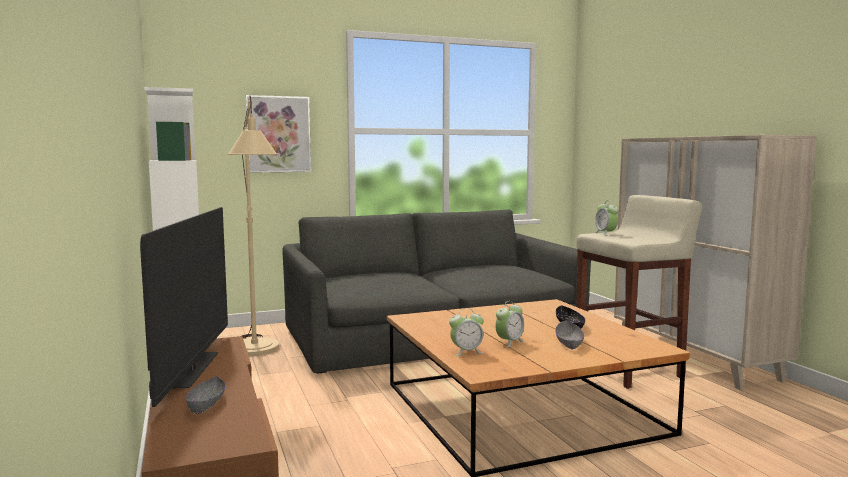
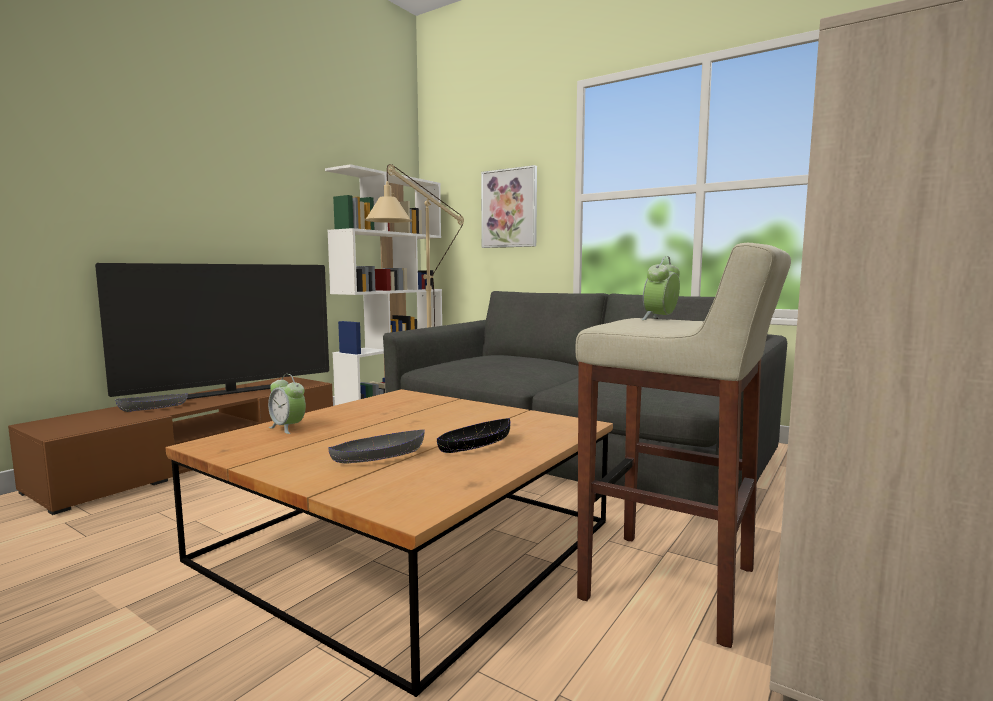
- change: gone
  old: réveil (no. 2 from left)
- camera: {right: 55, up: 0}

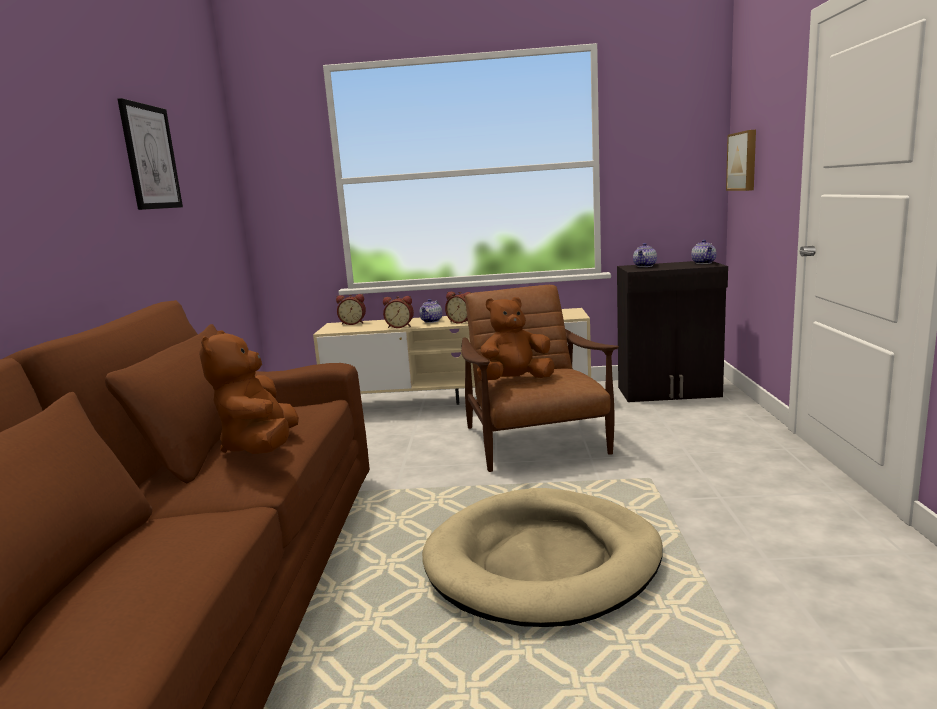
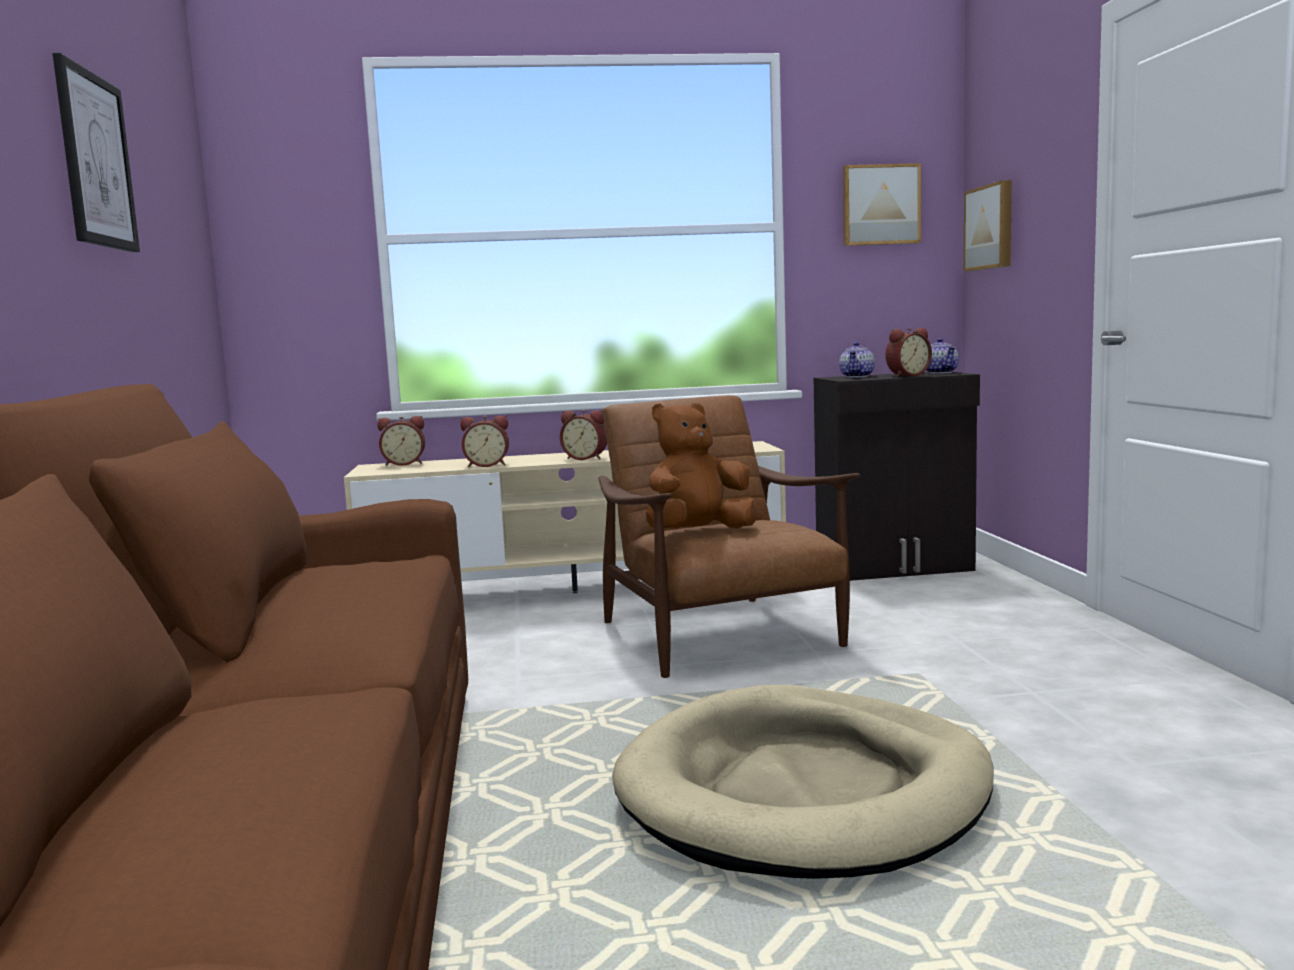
- change: new
  new: tableau (no. 2 from left)
- change: new
  new: réveil (no. 4 from left)
- change: gone
  old: peluche (marron) (no. 1 from left)
- change: gone
  old: théière (no. 1 from left)
- camera: {right: -10, up: -5}

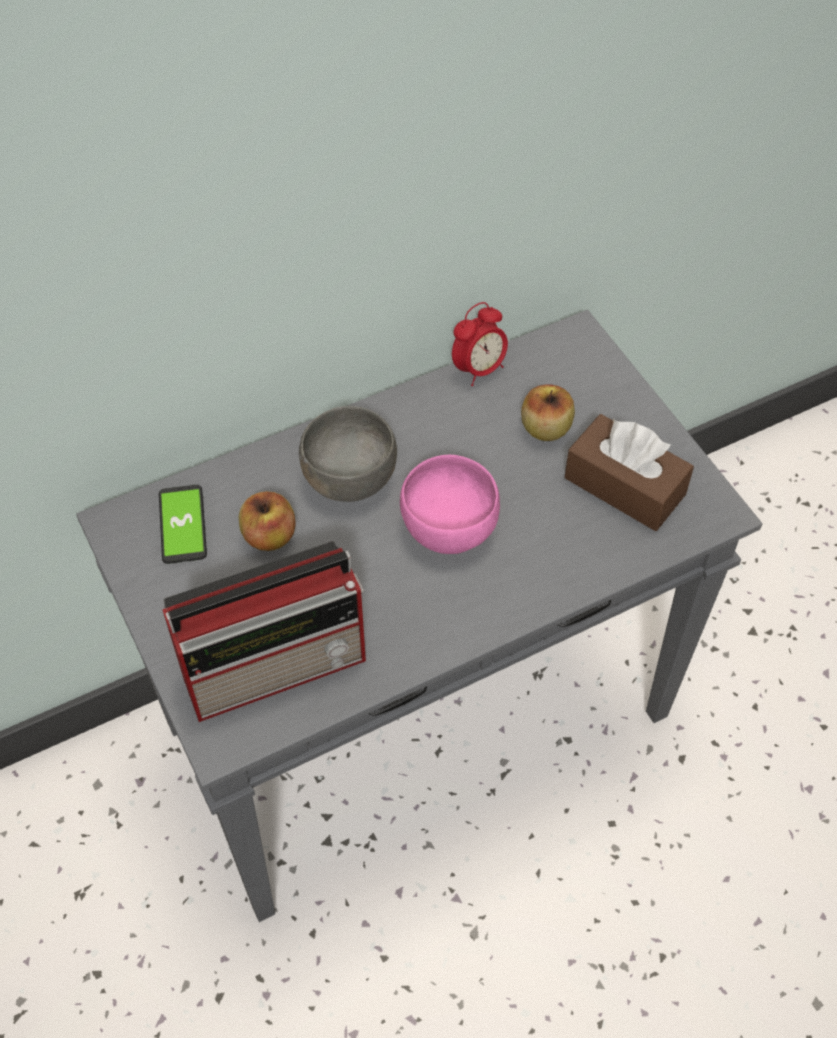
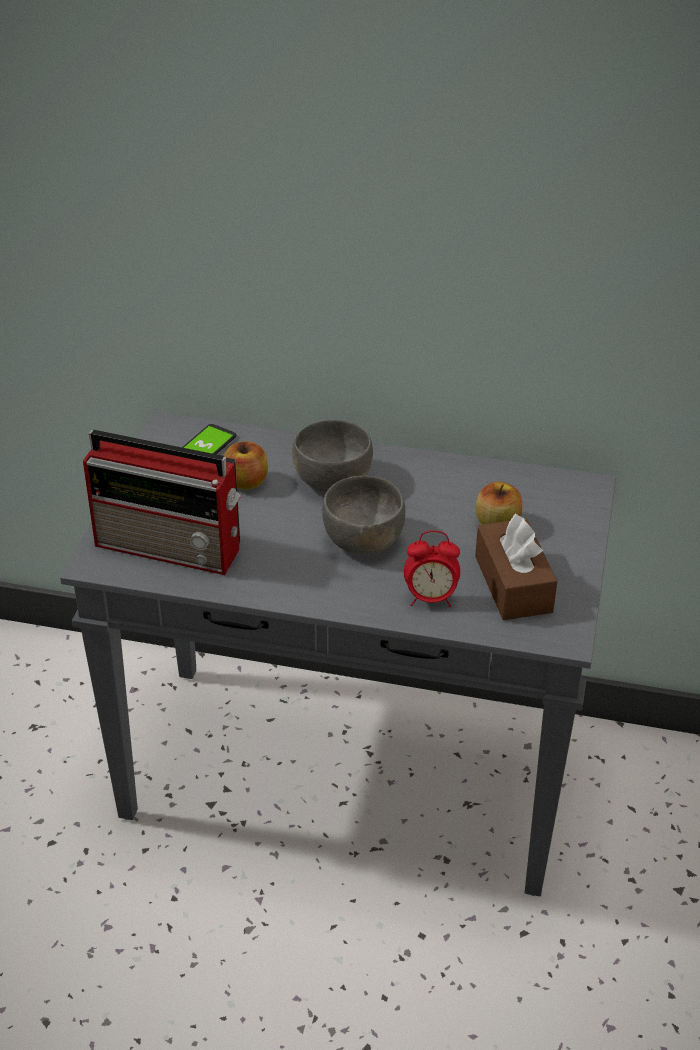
- change: repainted
  old: bol (rose)
  new: bol (gris) (no. 2 from left)
- change: shifted
  old: réveil
- camera: {right: 40, up: -15}

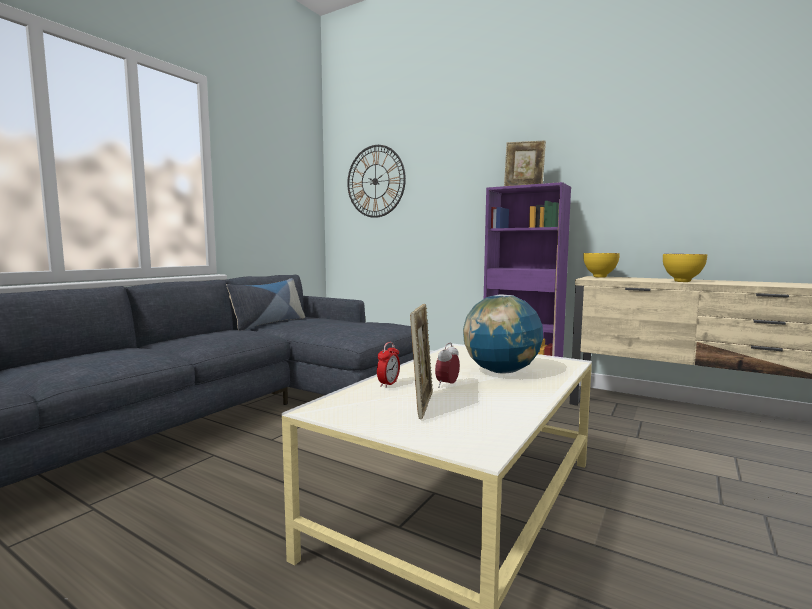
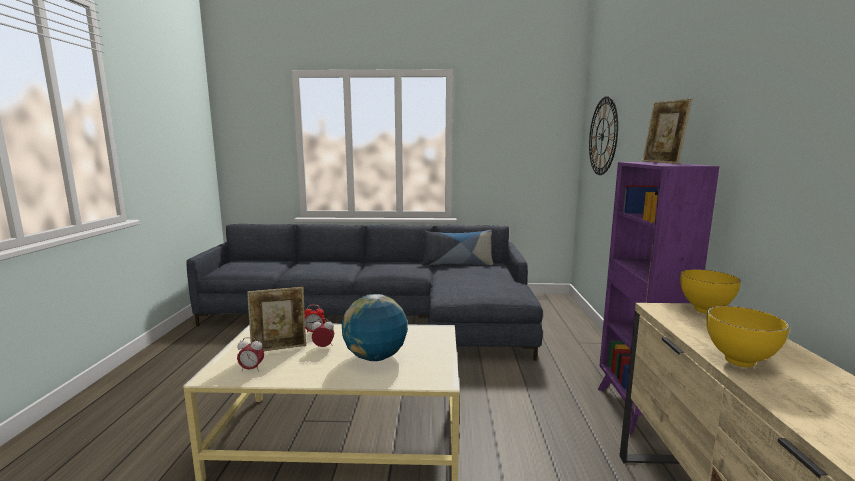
- change: new
  new: réveil (no. 1 from left)
- camera: {right: 60, up: 5}

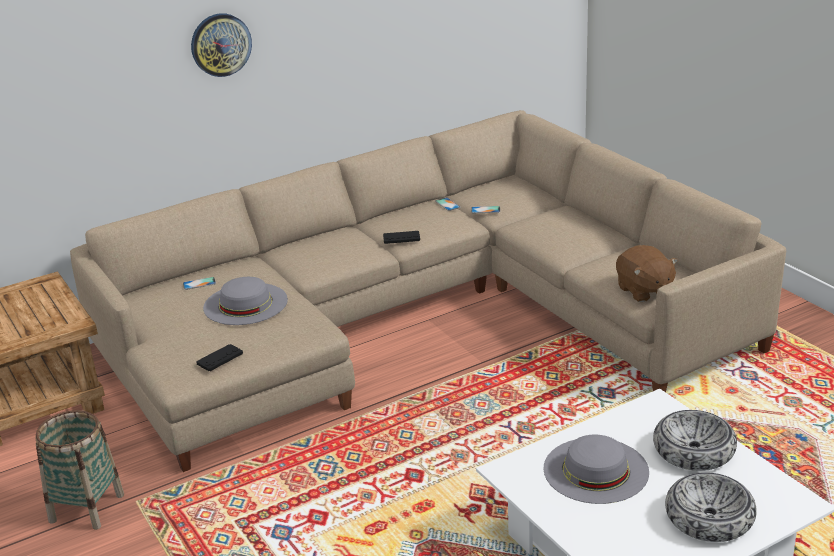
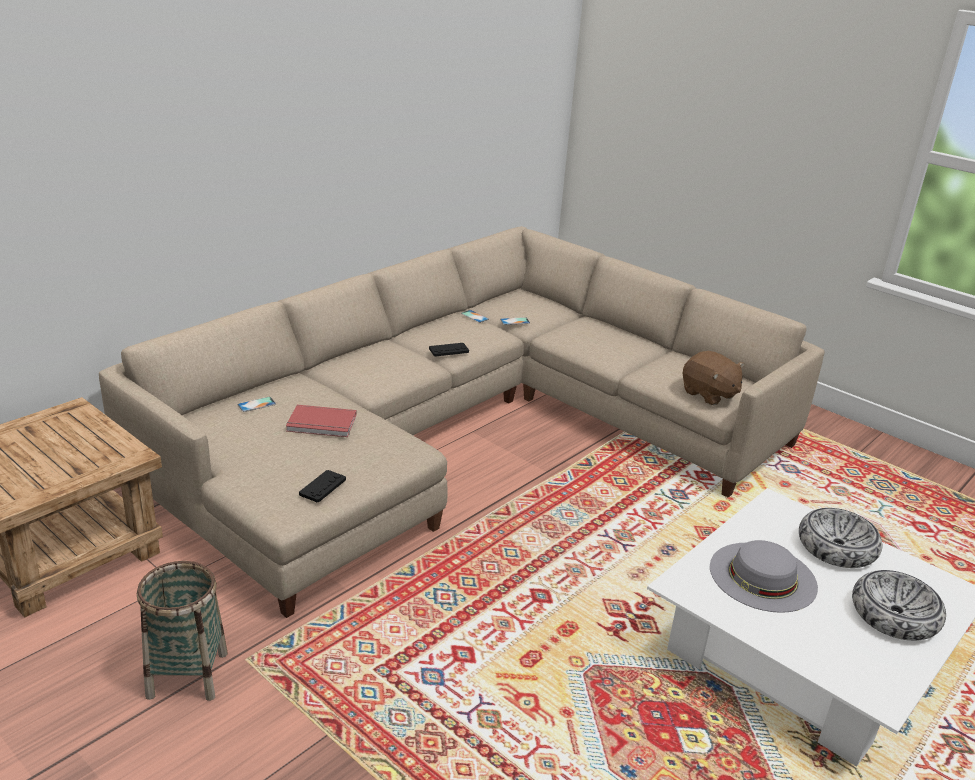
- change: swapped
  old: chapeau (gris) (no. 1 from left)
  new: livre (rouge)
- change: gone
  old: horloge murale
- camera: {right: -20, up: 0}

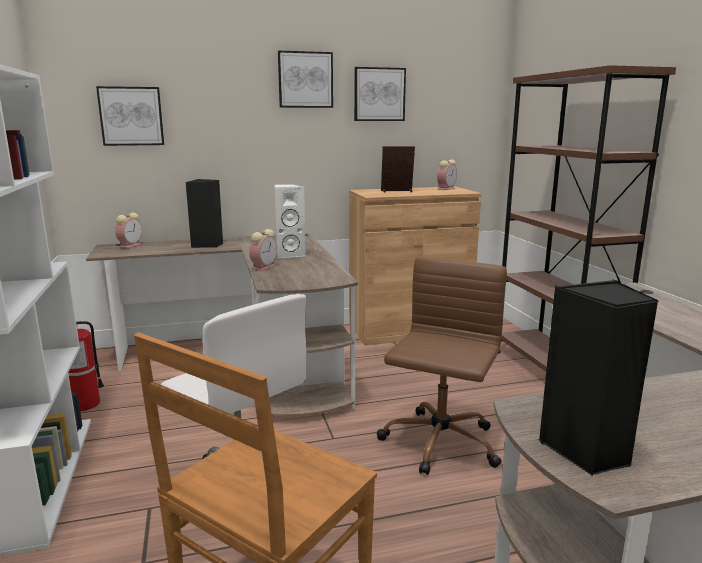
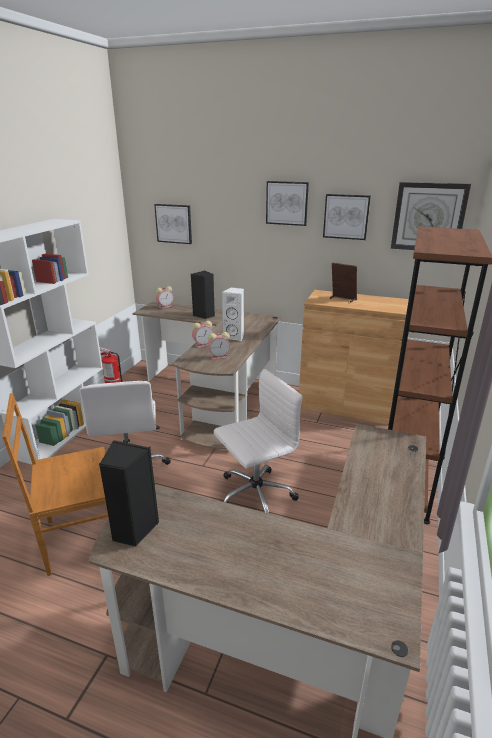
- change: shifted
  old: réveil (no. 3 from left)
- change: repainted
  old: chaise de bureau (marron)
  new: chaise de bureau (blanc) (no. 2 from left)
- change: new
  new: horloge murale
- camera: {right: 35, up: 10}

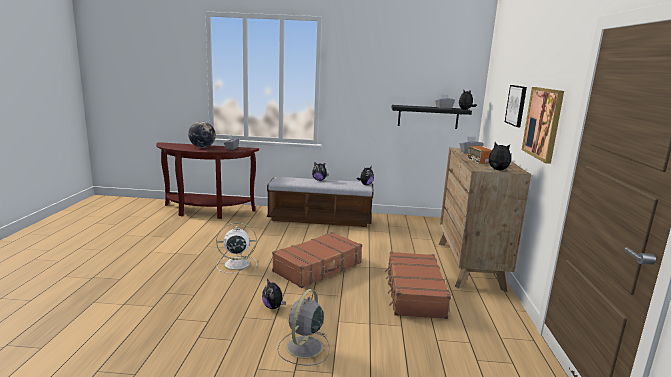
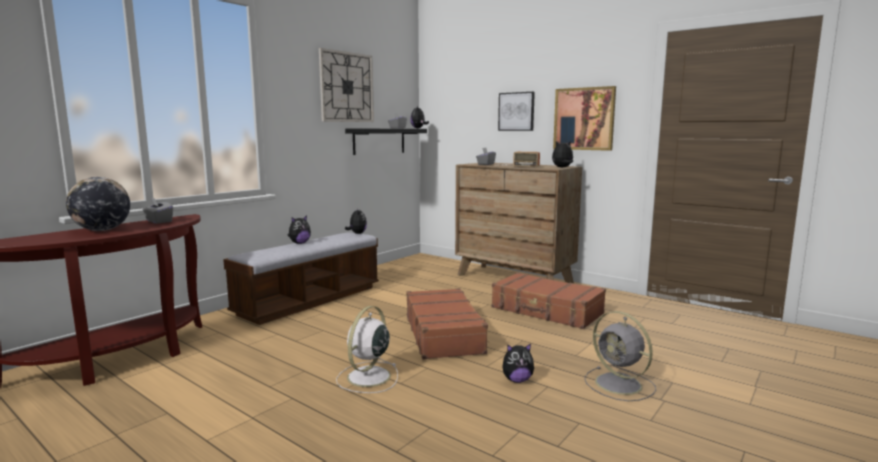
- change: new
  new: horloge murale
- camera: {right: -55, up: -5}

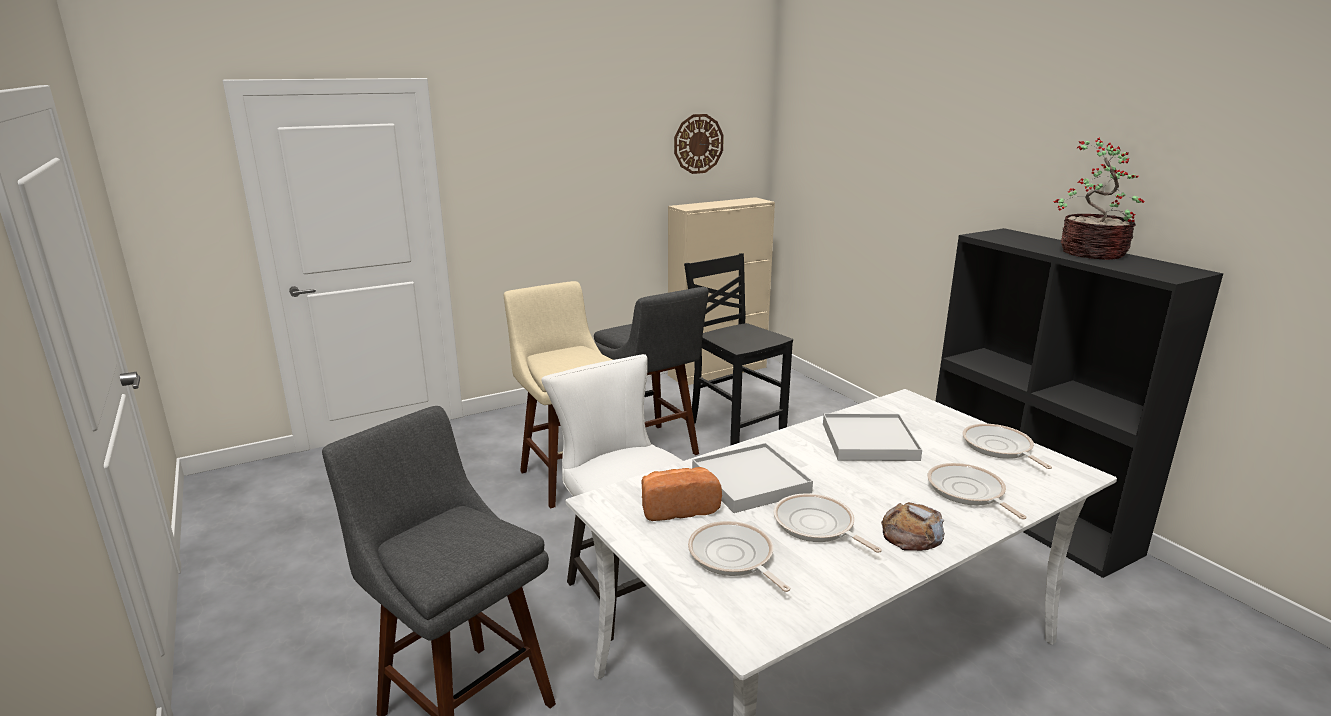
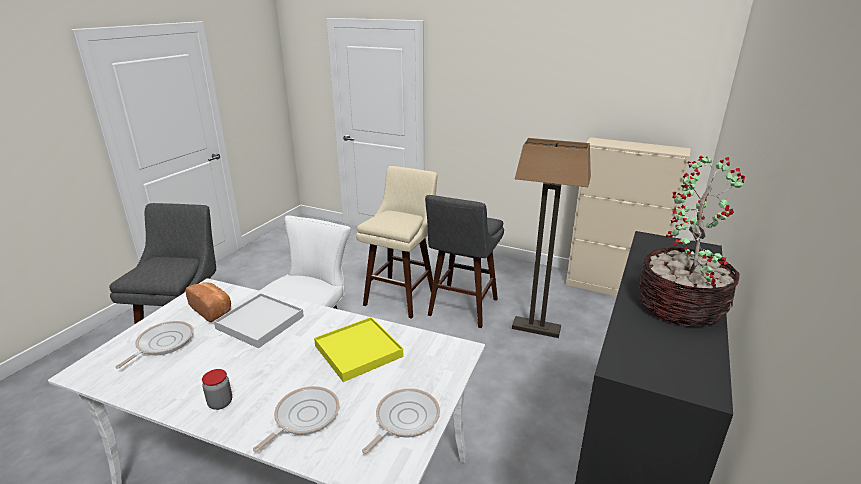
- change: swapped
  old: pain (no. 2 from left)
  new: bocal
- change: repainted
  old: plateau (blanc) (no. 2 from left)
  new: plateau (jaune)
- change: swapped
  old: chaise (noir)
  new: lampadaire
- change: gone
  old: horloge murale
- change: gone
  old: poêle (no. 2 from left)
- camera: {right: 55, up: 5}

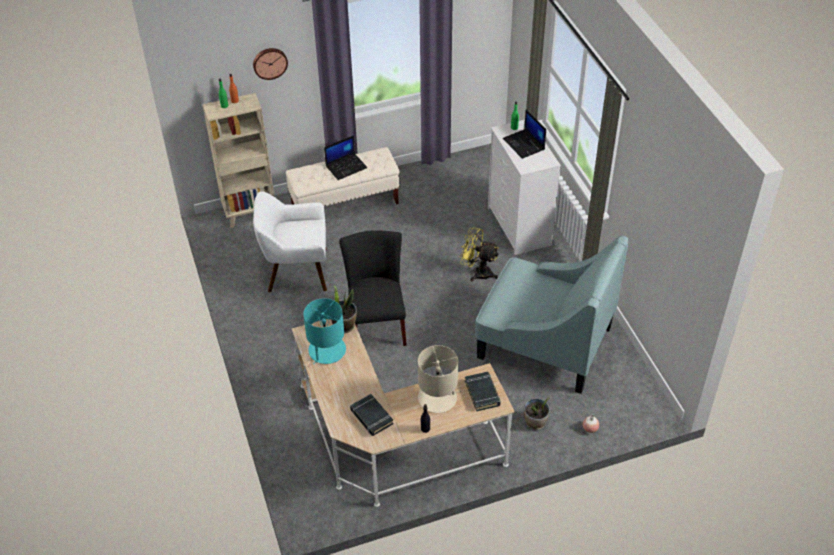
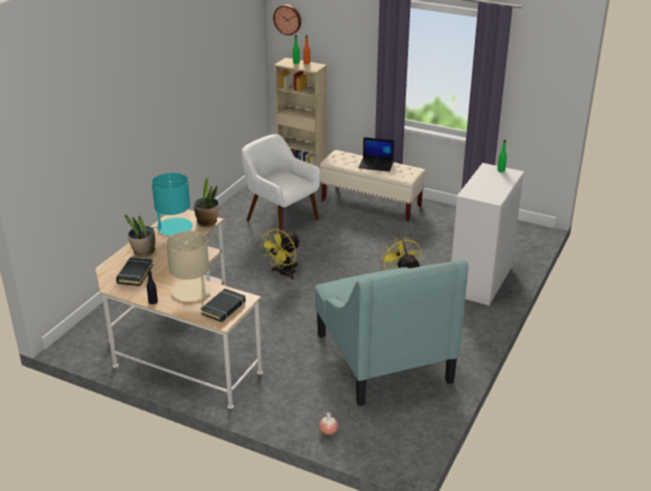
- change: shifted
  old: plante en pot (no. 2 from left in the first image)
  new: plante en pot (no. 1 from left)
- change: swapped
  old: chaise (noir)
  new: ventilateur (jaune) (no. 1 from left)
- change: shifted
  old: horloge murale
- change: gone
  old: ordinateur portable (no. 2 from left)
- camera: {right: 45, up: -15}

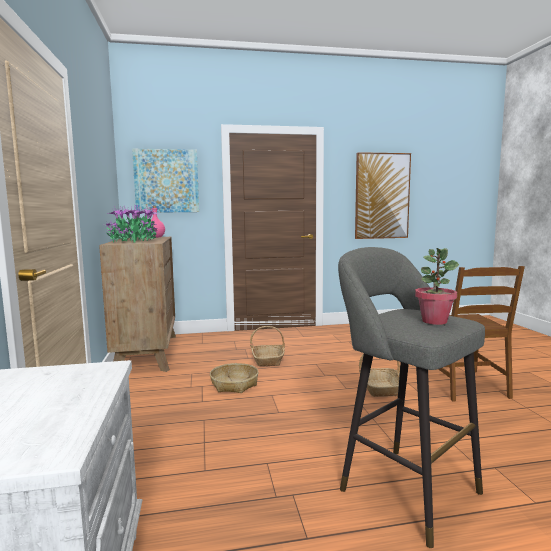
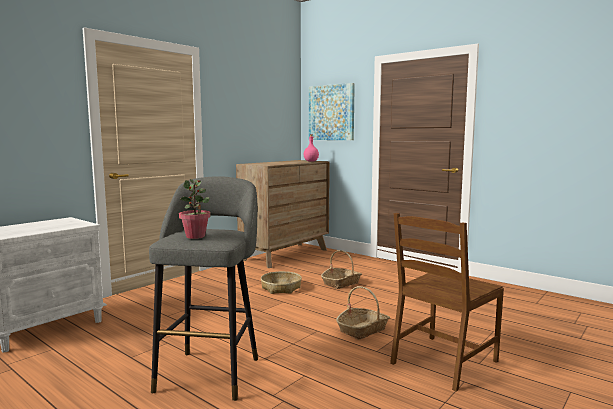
- change: gone
  old: plante en pot (no. 1 from left)
- change: gone
  old: tableau (no. 2 from left)
- camera: {right: 50, up: 0}

